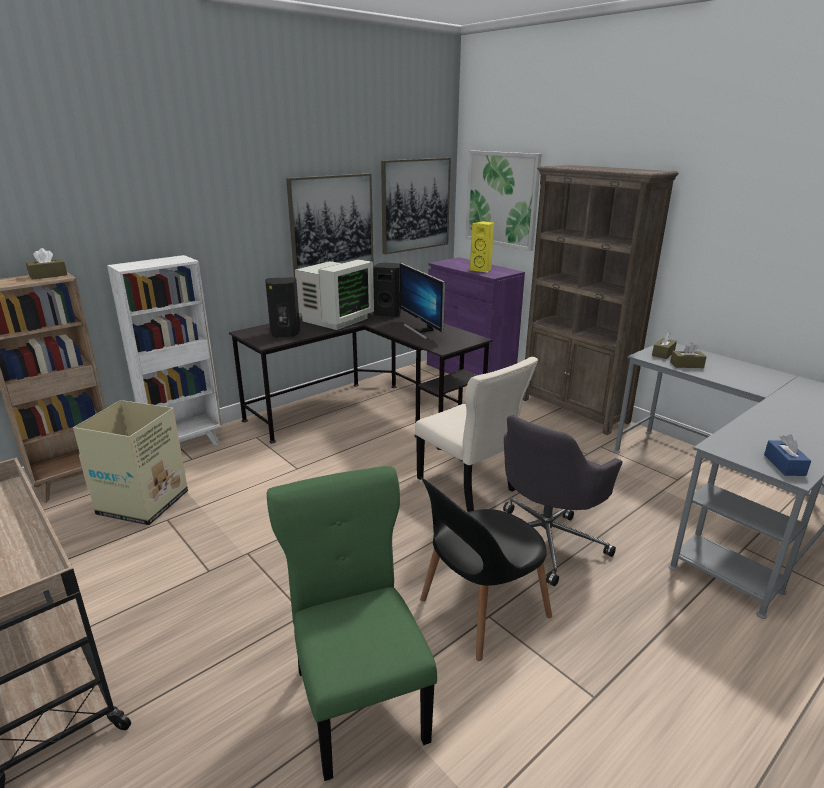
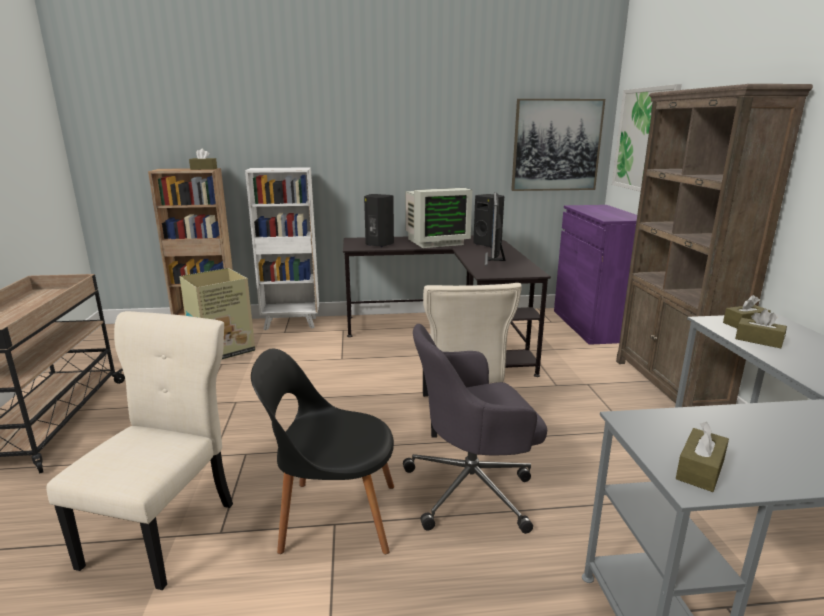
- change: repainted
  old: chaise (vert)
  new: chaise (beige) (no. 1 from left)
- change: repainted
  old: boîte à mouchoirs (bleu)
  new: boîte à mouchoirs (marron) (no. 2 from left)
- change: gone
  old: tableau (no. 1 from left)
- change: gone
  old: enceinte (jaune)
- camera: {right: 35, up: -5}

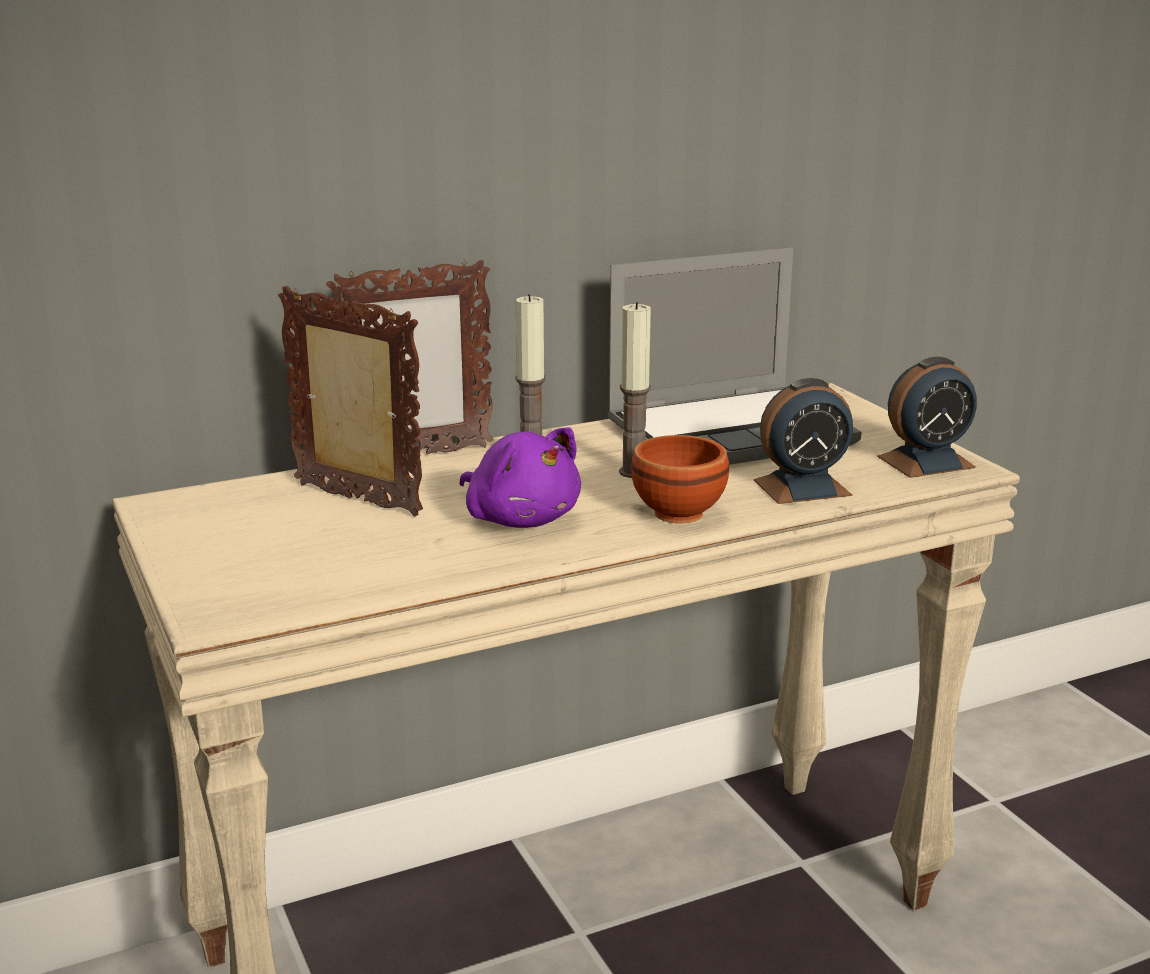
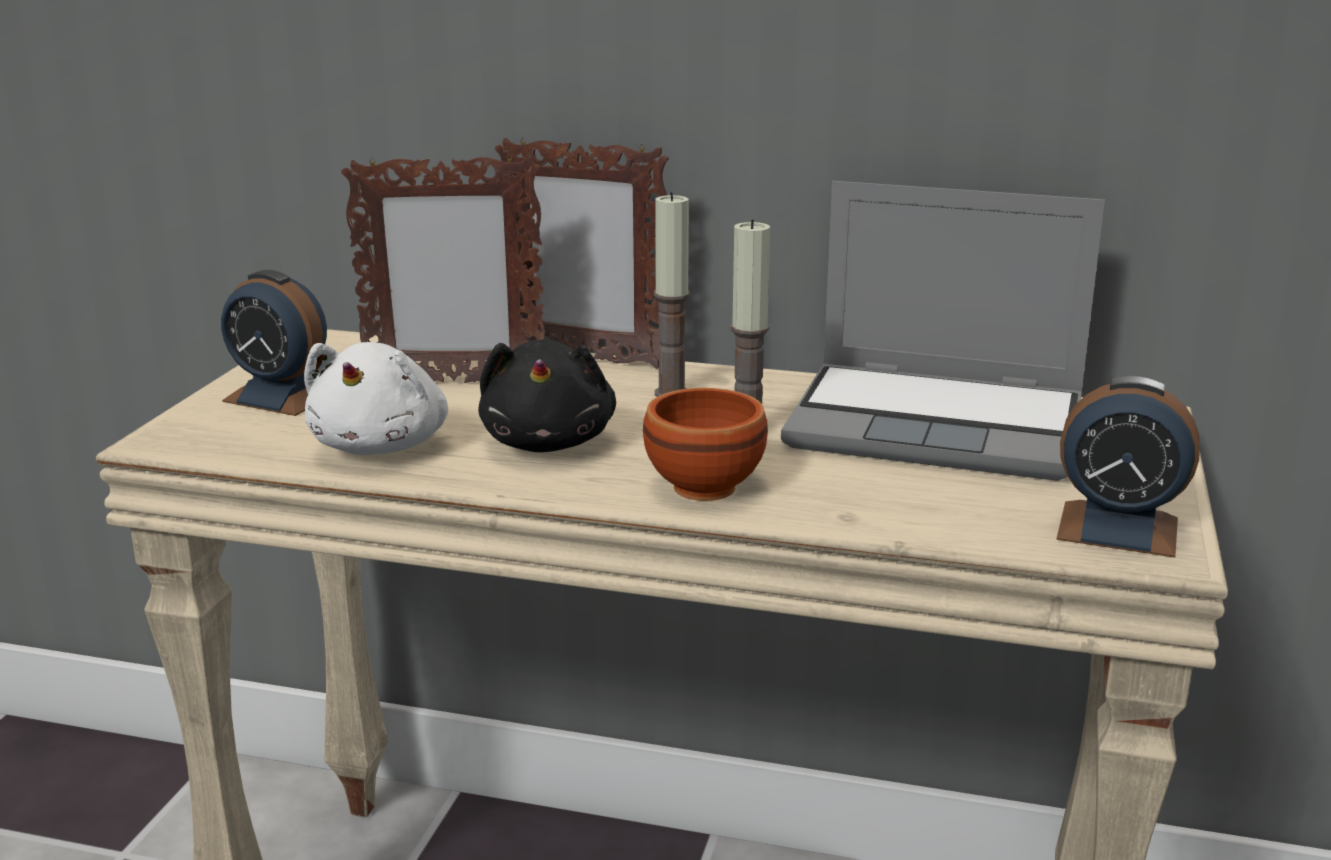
- change: shifted
  old: réveil (no. 1 from left)
- change: new
  new: peluche (blanc)
- change: rotated
  old: cadre photo (no. 1 from left)
  degrees: 105
- change: repainted
  old: peluche (violet)
  new: peluche (noir)
- camera: {right: 40, up: 0}

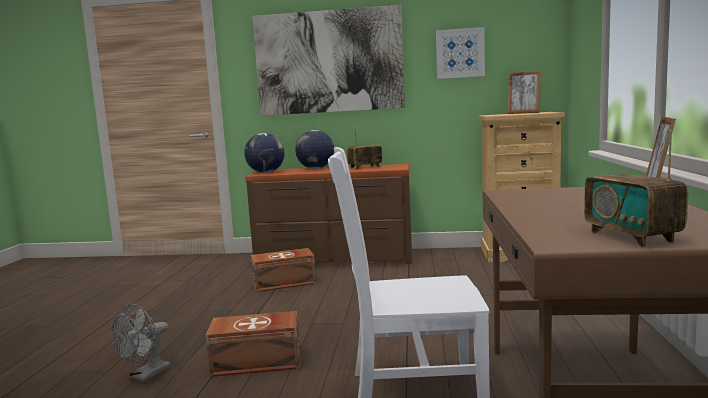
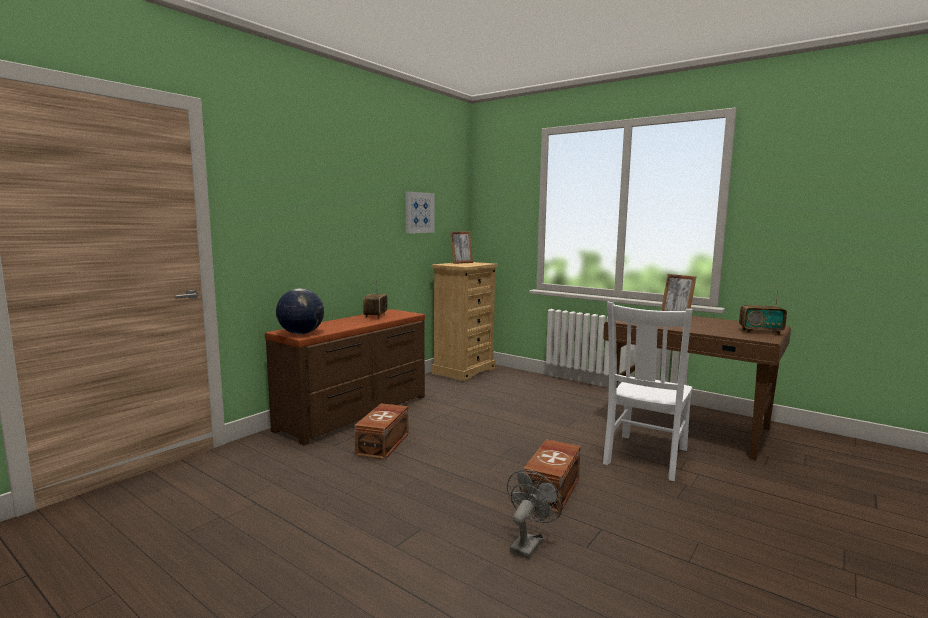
- change: rotated
  old: ventilateur (gris)
  degrees: -120
- change: gone
  old: tableau (no. 1 from left)
- change: gone
  old: globe (no. 2 from left)
- camera: {right: -60, up: 0}

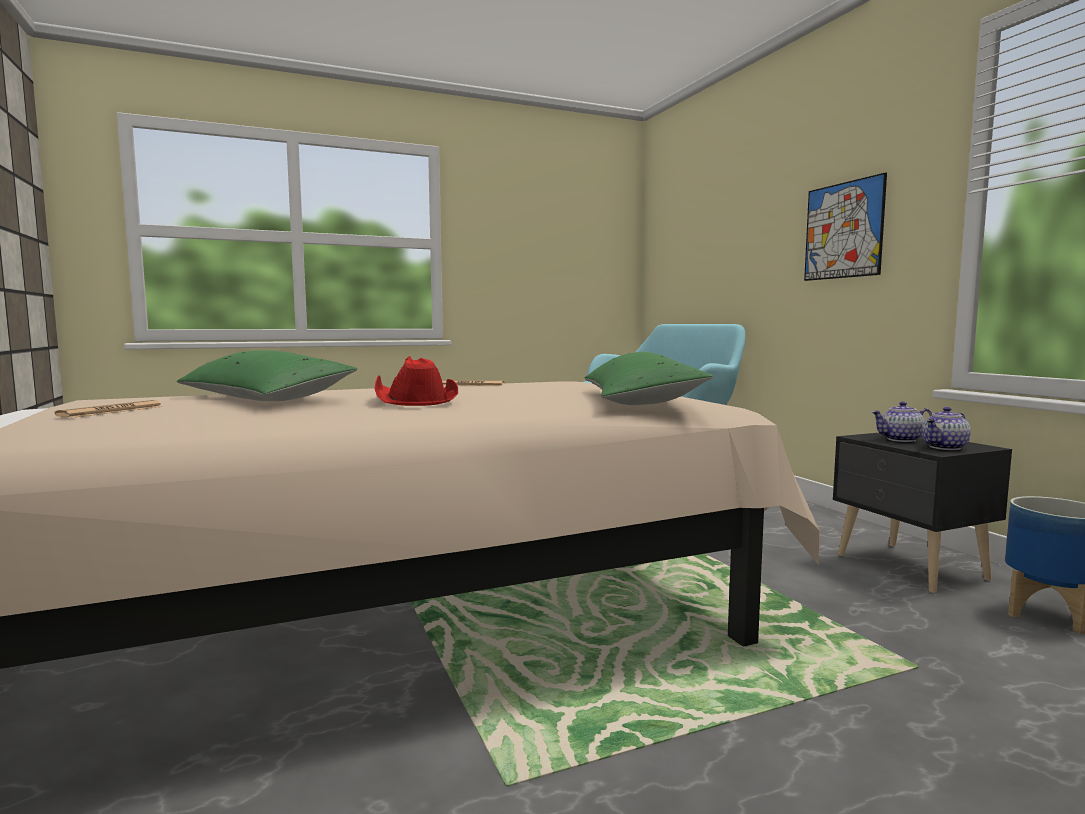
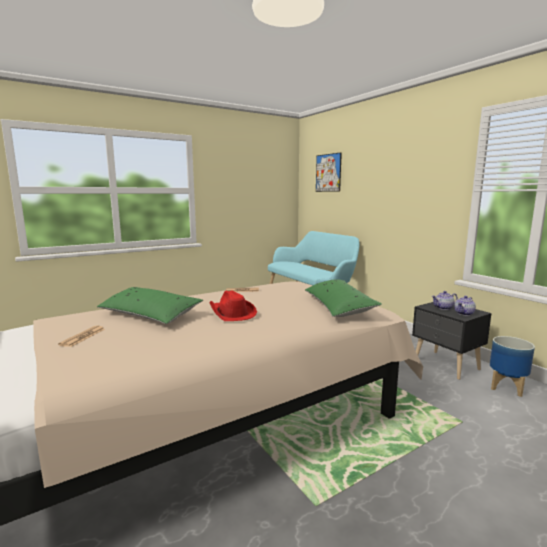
- change: shifted
  old: tableau
- camera: {right: -10, up: 5}

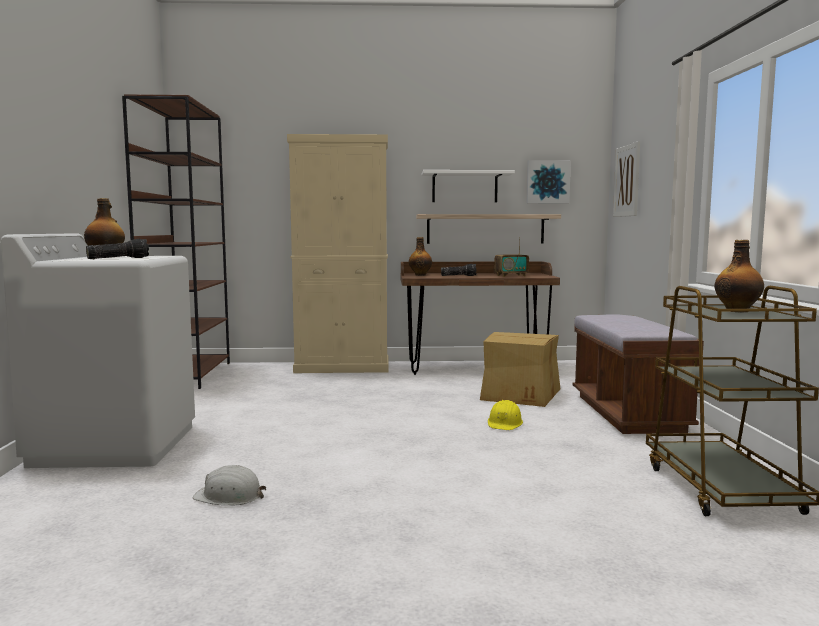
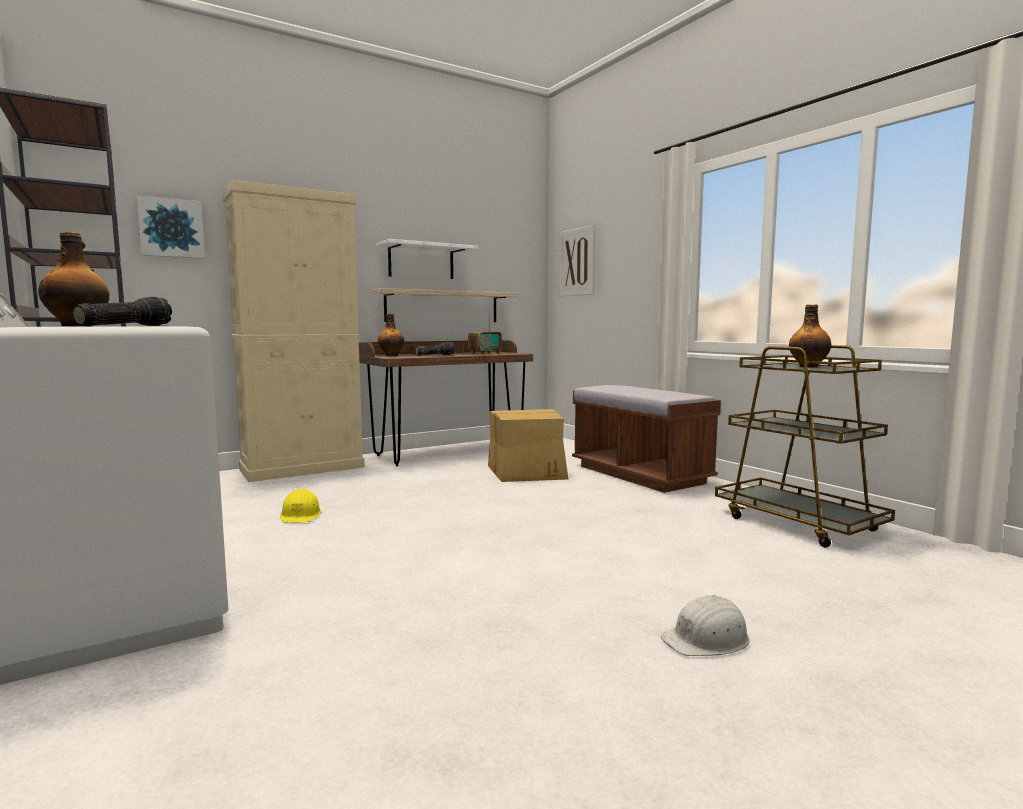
- change: shifted
  old: tableau (no. 1 from left)
- change: shifted
  old: casque de chantier (jaune)
- change: shifted
  old: casque de chantier (blanc)
- camera: {right: -30, up: 0}

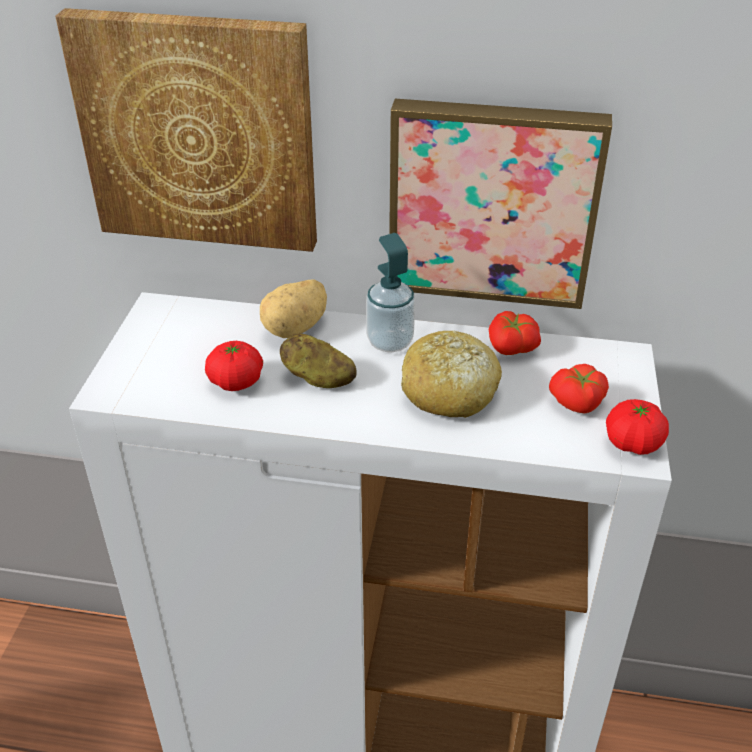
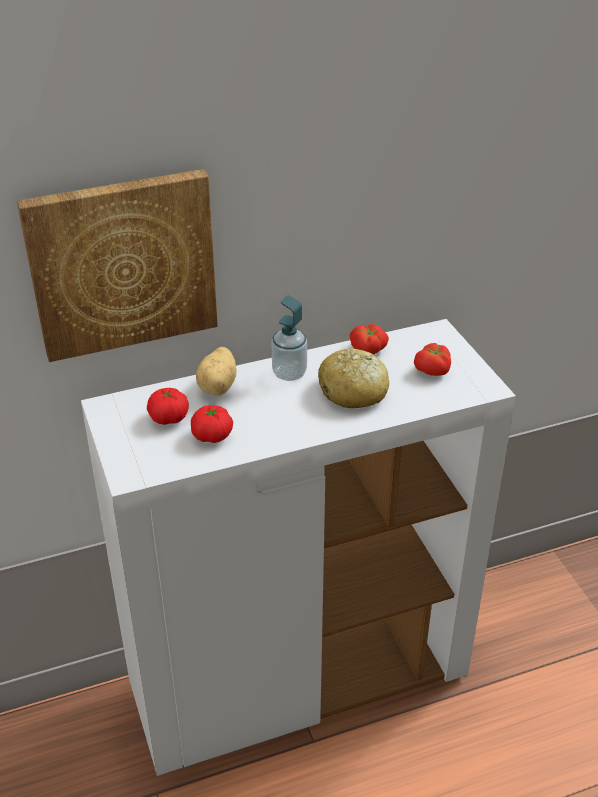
- change: shifted
  old: tomate (no. 4 from left in the first image)
  new: tomate (no. 1 from left)
- change: gone
  old: pomme de terre (no. 2 from left)
- change: gone
  old: tableau (no. 2 from left)
- camera: {right: -30, up: 0}

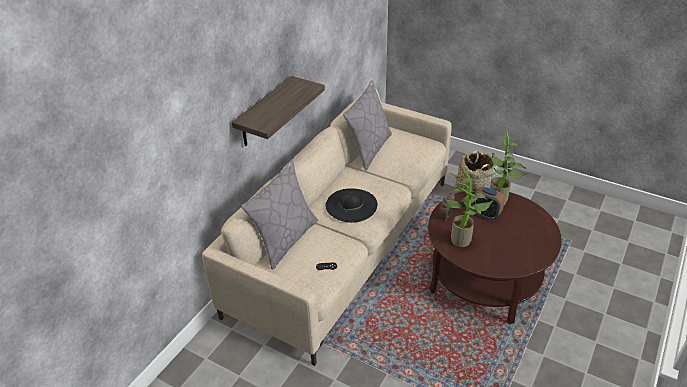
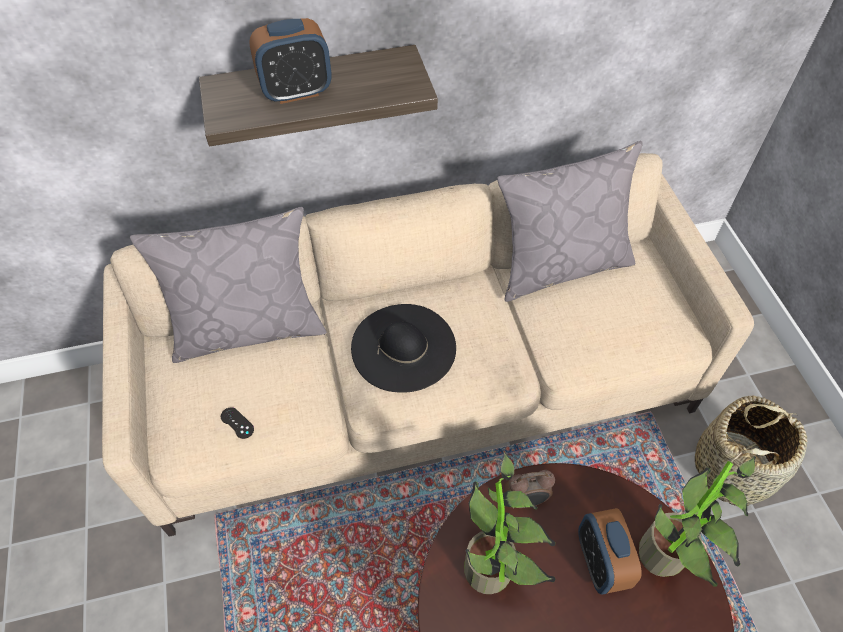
- change: new
  new: réveil (no. 1 from left)
- camera: {right: 45, up: 15}

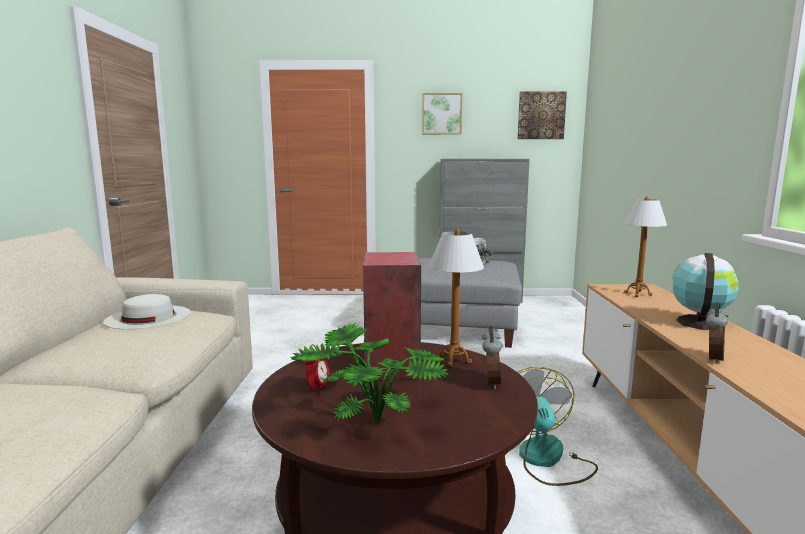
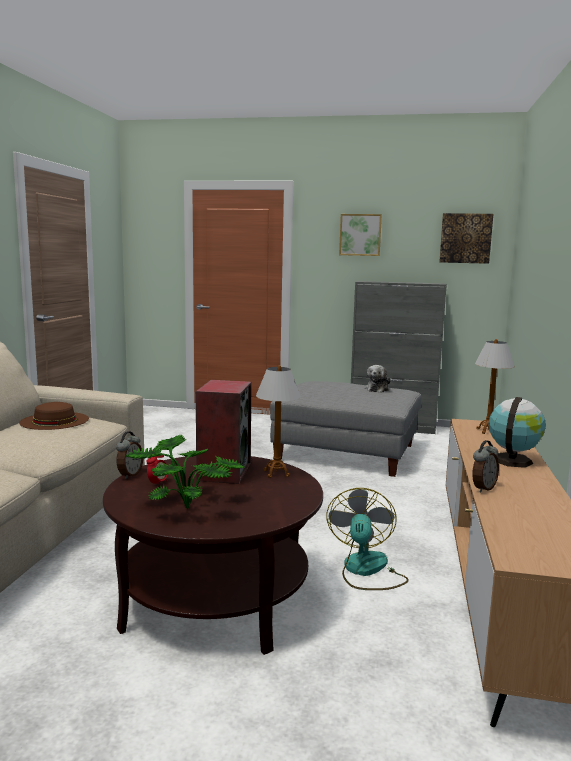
- change: repainted
  old: chapeau (blanc)
  new: chapeau (marron)
- change: shifted
  old: réveil (no. 2 from left in the first image)
  new: réveil (no. 1 from left)
- camera: {right: 10, up: 0}

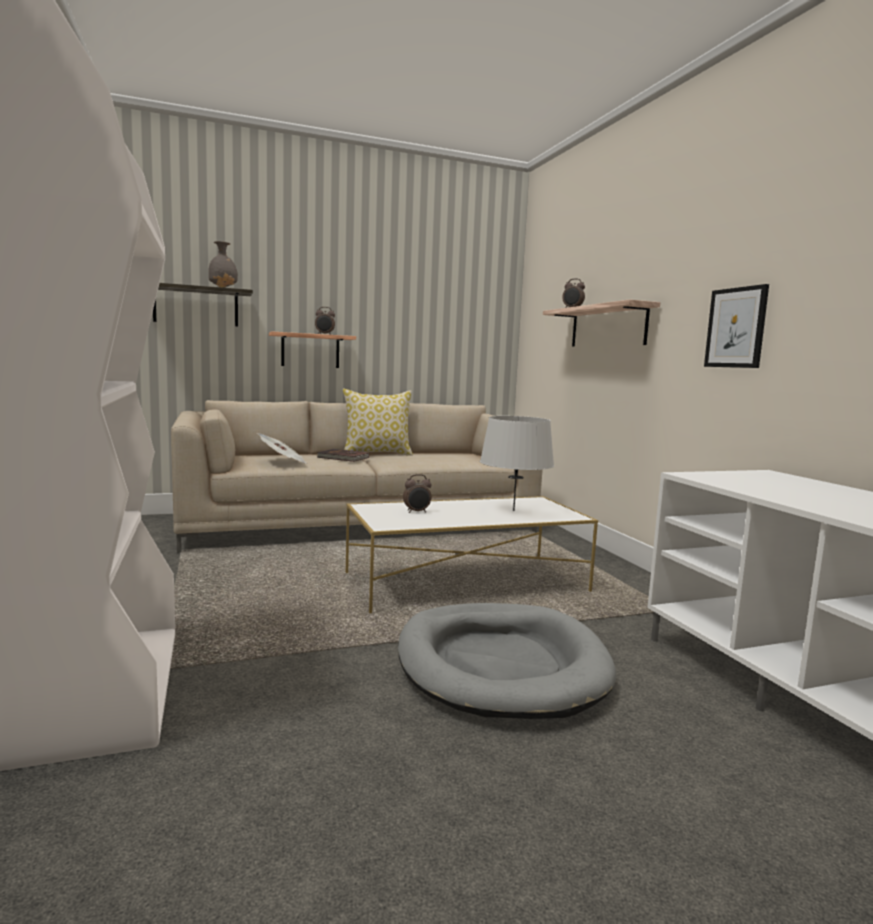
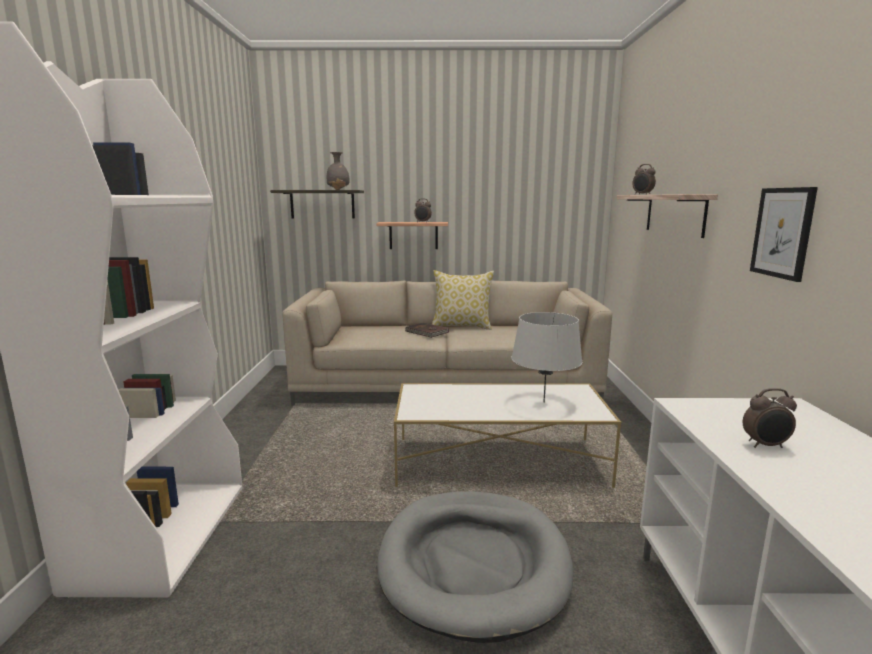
- change: shifted
  old: réveil (no. 2 from left in the first image)
  new: réveil (no. 3 from left)
- change: gone
  old: journal
- camera: {right: 20, up: 5}

